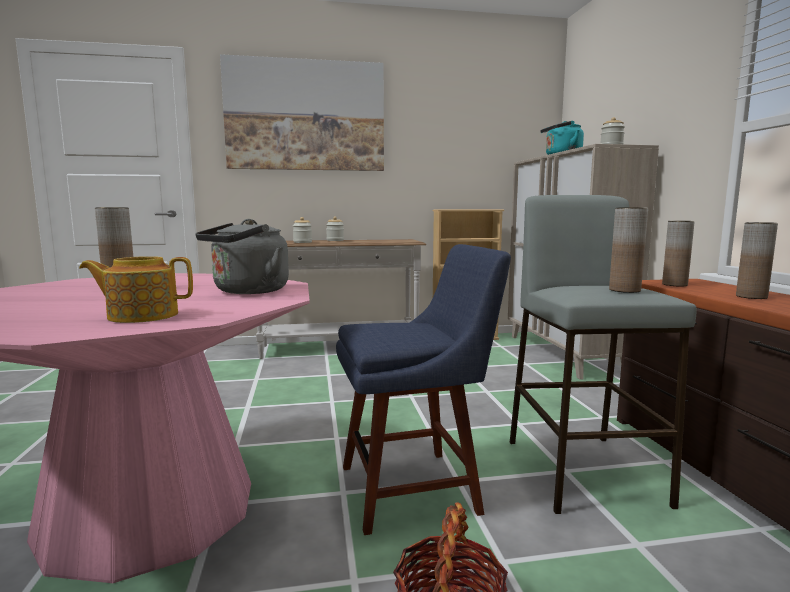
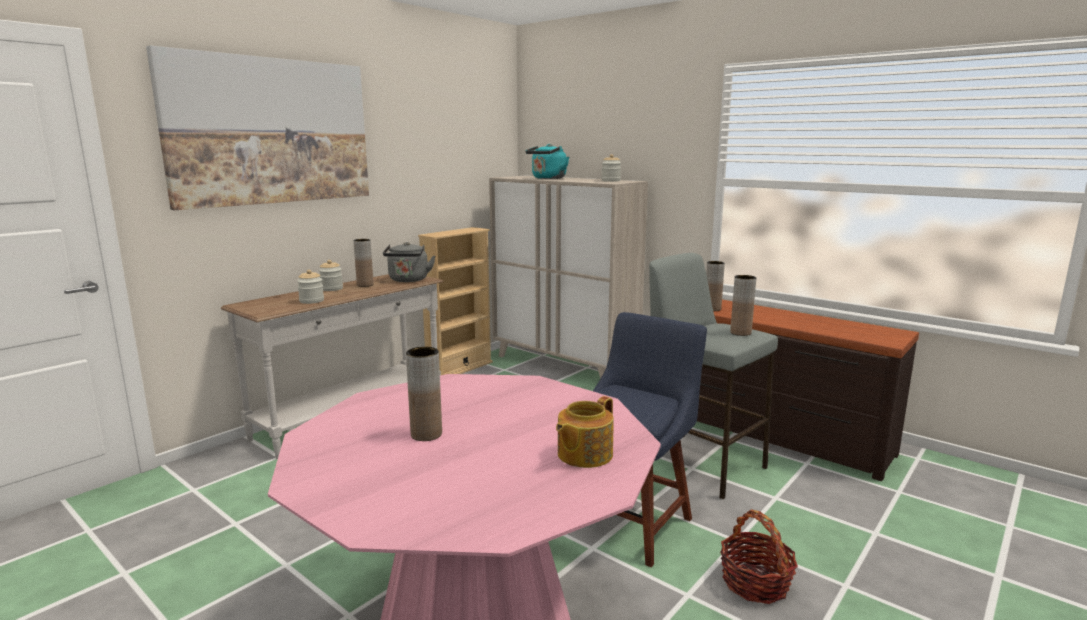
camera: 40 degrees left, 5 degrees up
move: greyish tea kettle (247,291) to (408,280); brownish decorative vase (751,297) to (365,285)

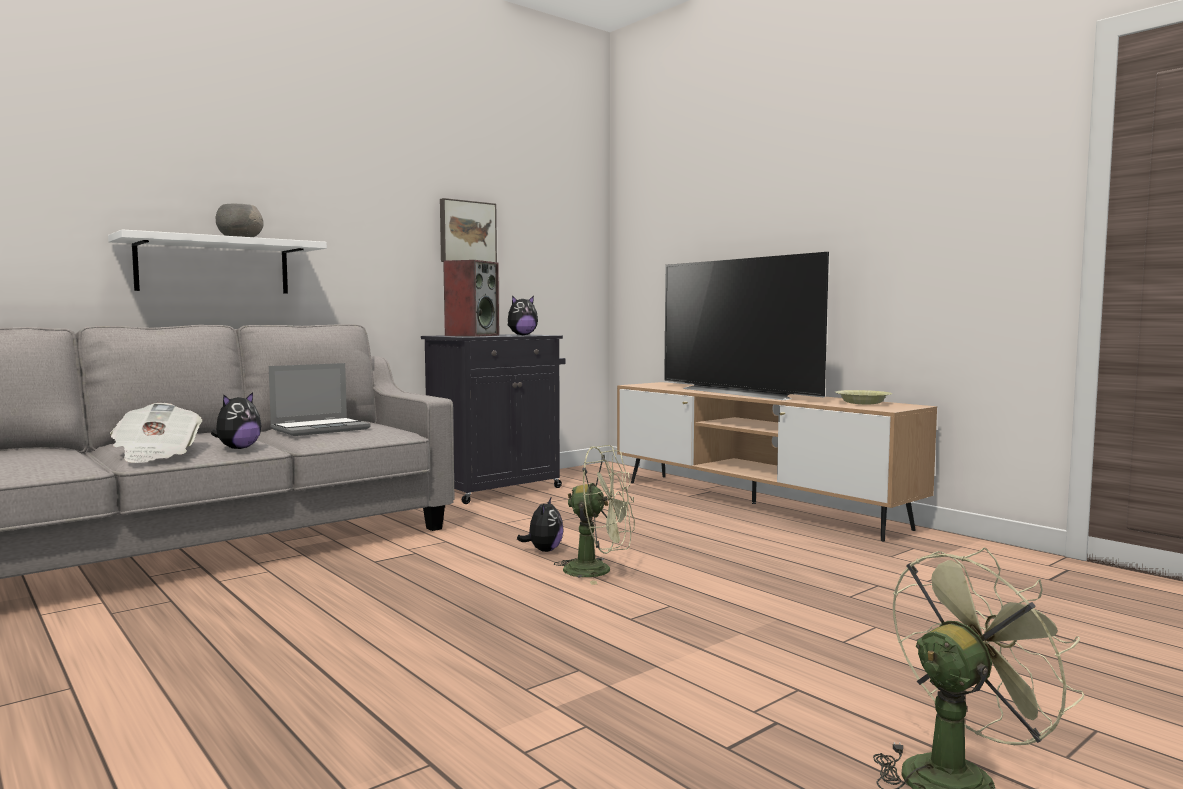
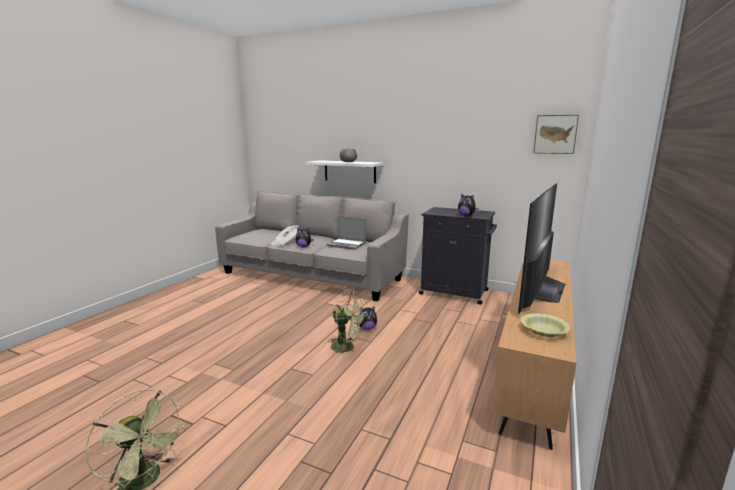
camera: 65 degrees right, 10 degrees up
delete: audio speaker (472,335)
move: picture (467,232) to (555,134)
rotate: greenish cooling fan (598,571) = (348,347) 60 degrees counterclockwise

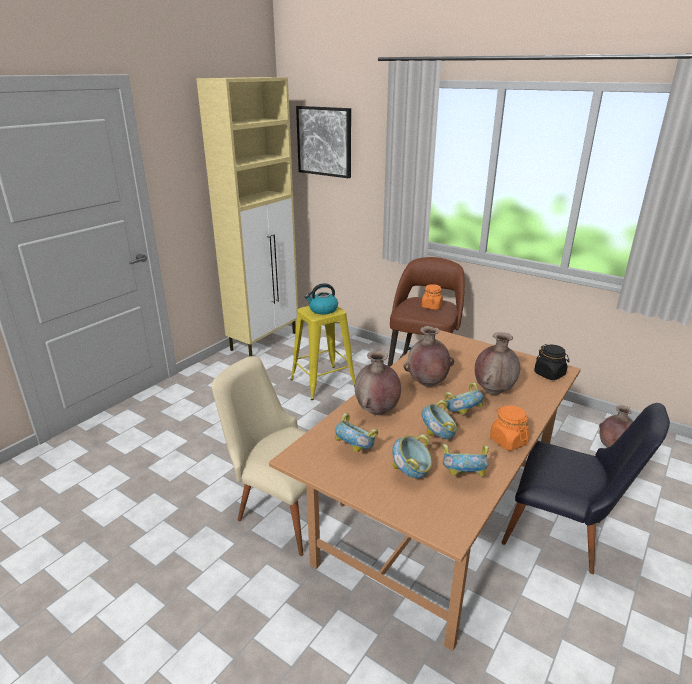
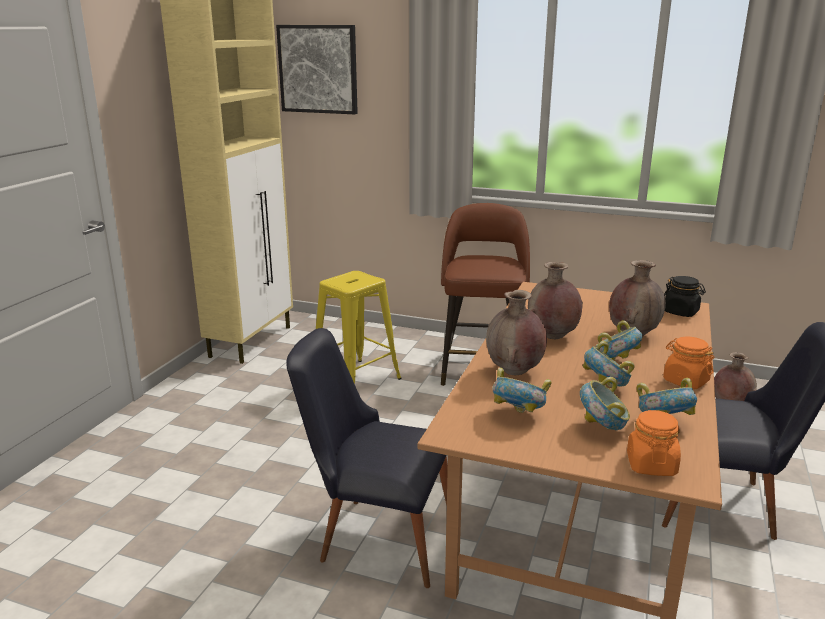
camera: 15 degrees left, 5 degrees down
delete: tea kettle (323,310)
move: orange jar (431,306) to (651,465)
recolor: beige upright chair (283,508) to blackish upright chair (375,535)

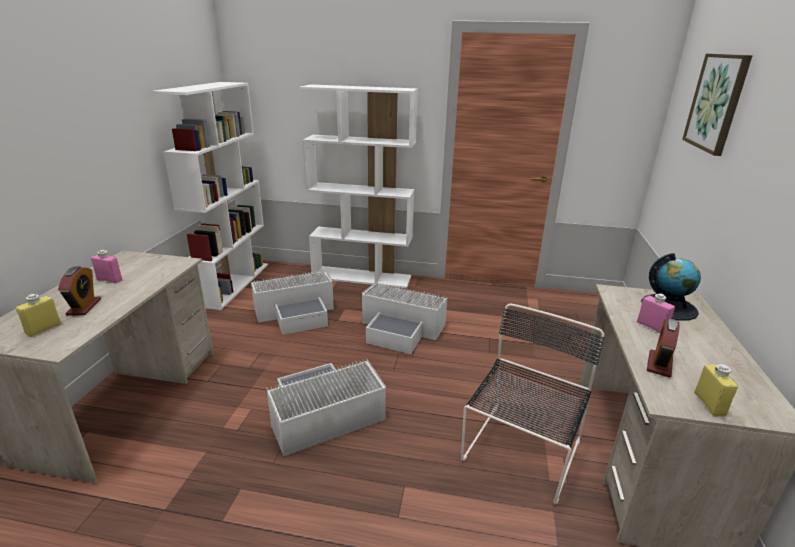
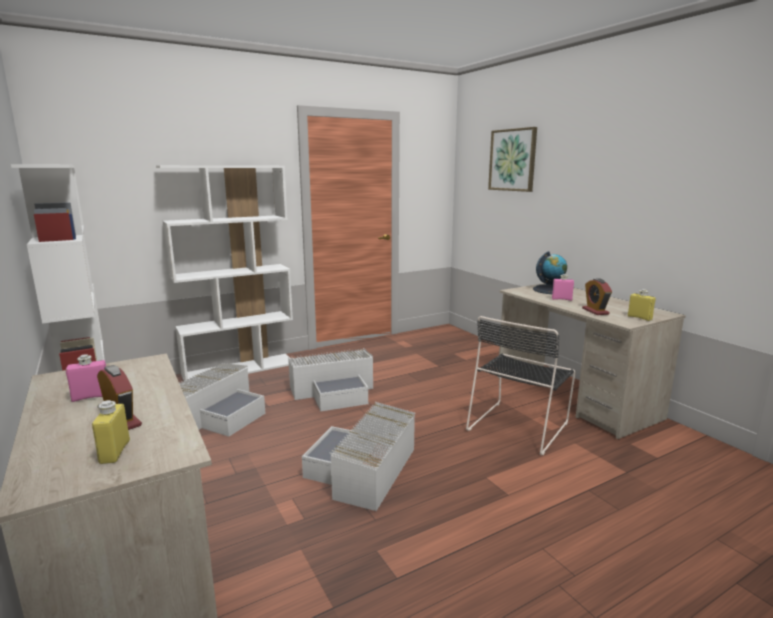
camera: 40 degrees left, 10 degrees down
rotate: blackish upright chair (520,453) = (519,425) 135 degrees counterclockwise

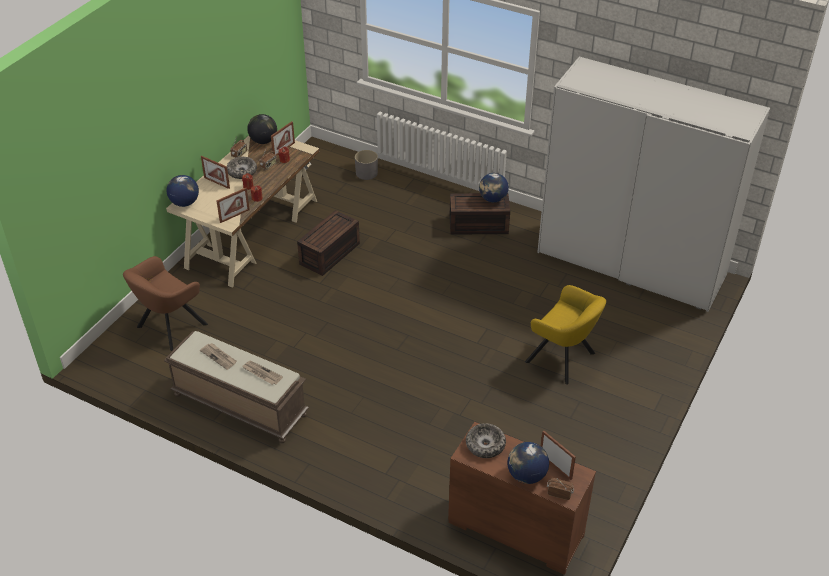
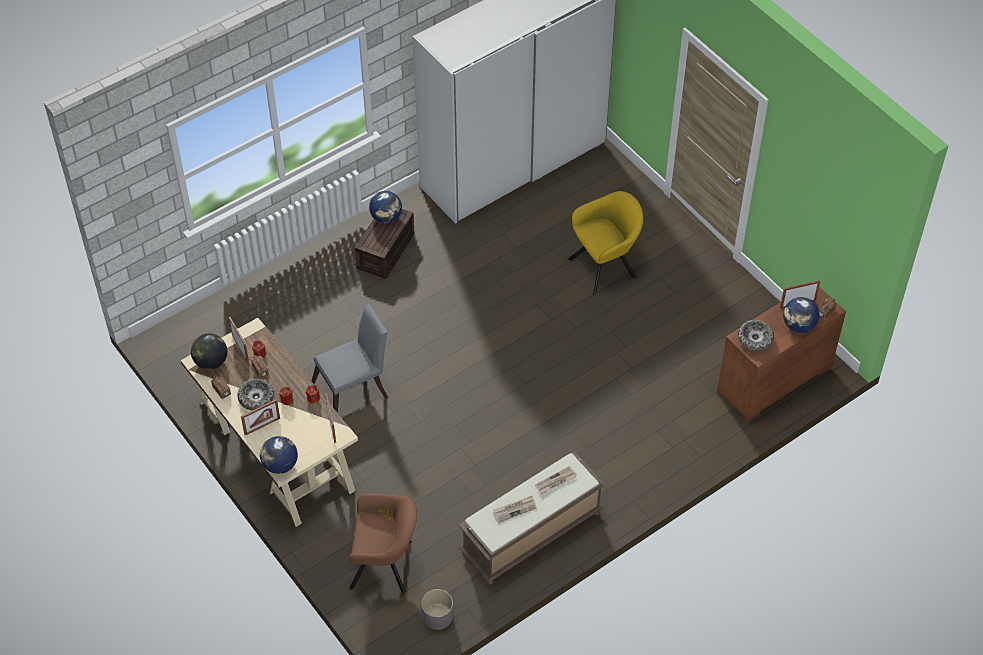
camera: 65 degrees left, 10 degrees up
move: greyish planter (366,173) to (437,617)
replace: brownish storage container (330,254) to greyish upright chair (354,389)
rotate: brownish armchair (169,327) = (385,565) 60 degrees counterclockwise

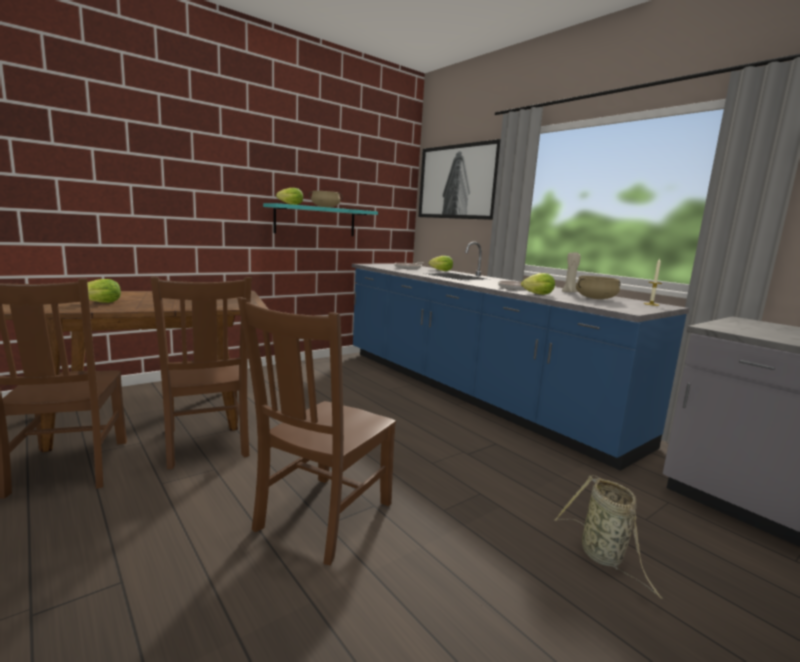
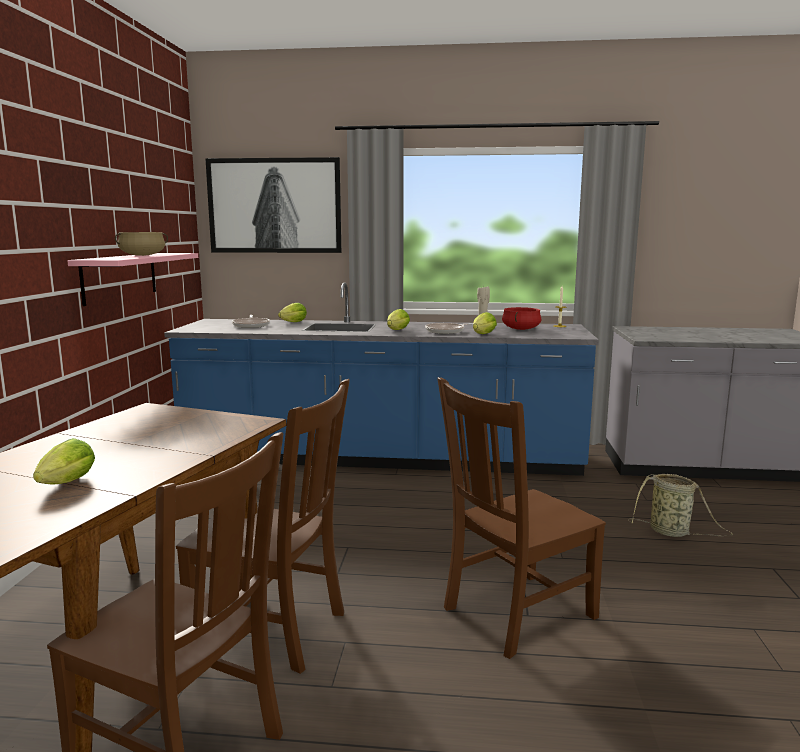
camera: 45 degrees left, 0 degrees up
move: lettuce (289,204) to (396,330)
recolor: turquoise-coloured wall shelf (315,221) to pink wall shelf (120,277); beige cooking pot (595,298) to red-coloured cooking pot (521,329)
rotate: brownish upright chair (321,518) = (515,614) 75 degrees clockwise

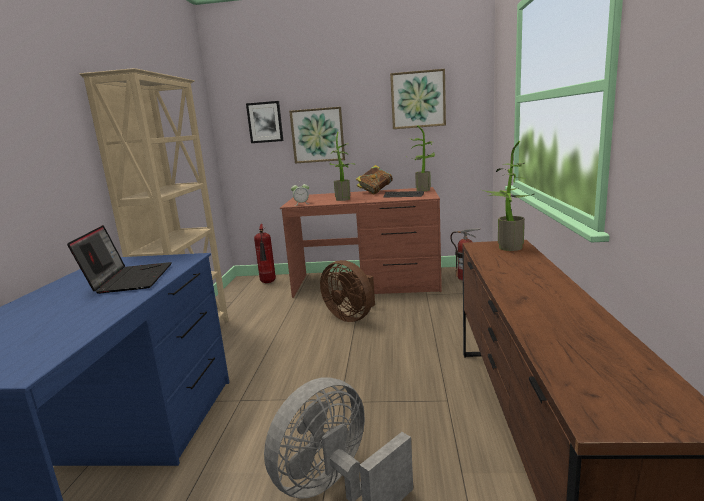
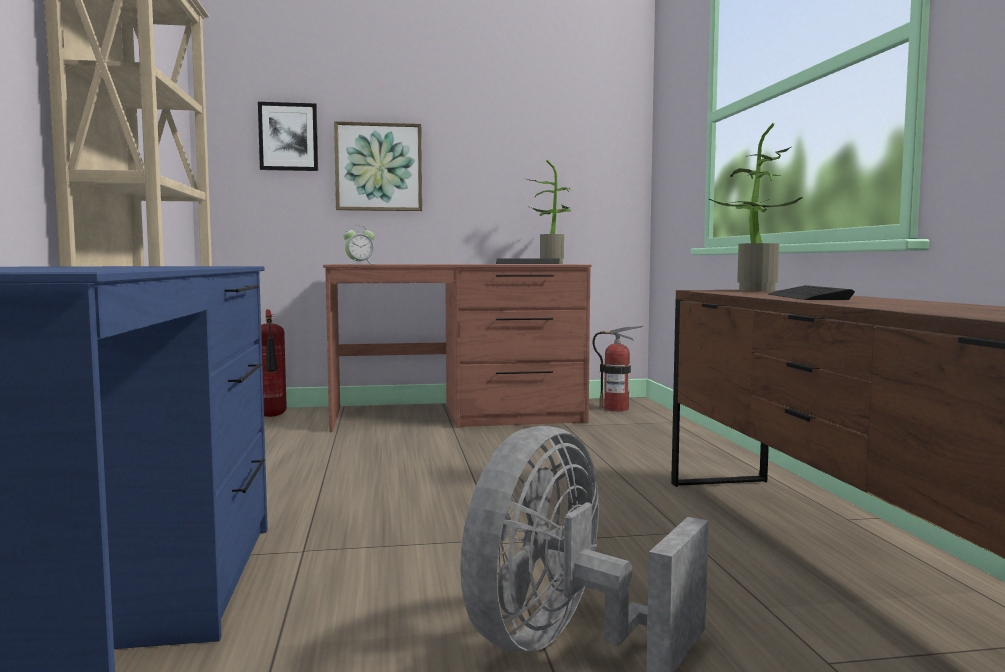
camera: 15 degrees left, 10 degrees down
delete: picture (418,99); potted plant (345,199); volume (375,192); notebook computer (129,279); brownish cooling fan (351,316)
insert: PC keyboard (807,297)

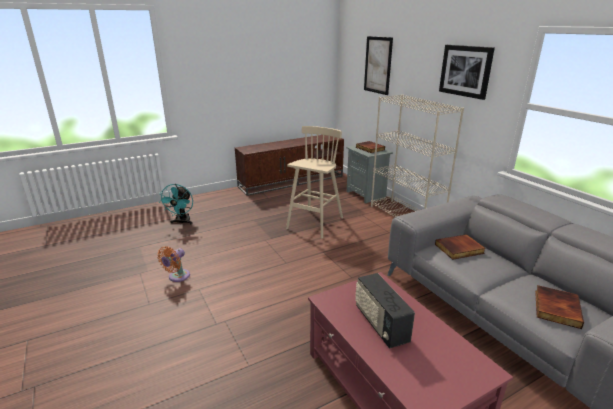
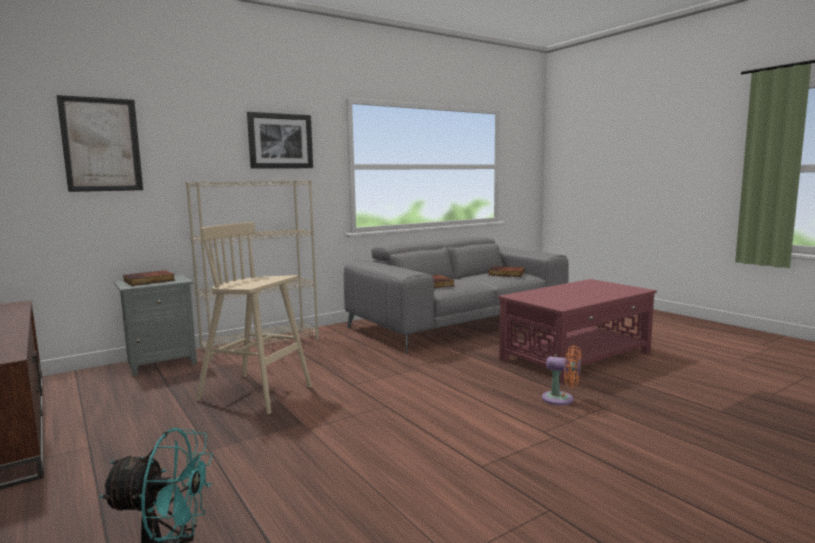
camera: 95 degrees left, 15 degrees down
delete: radio receiver (380,324)
move: orange cooling fan (177,277) to (561,399)

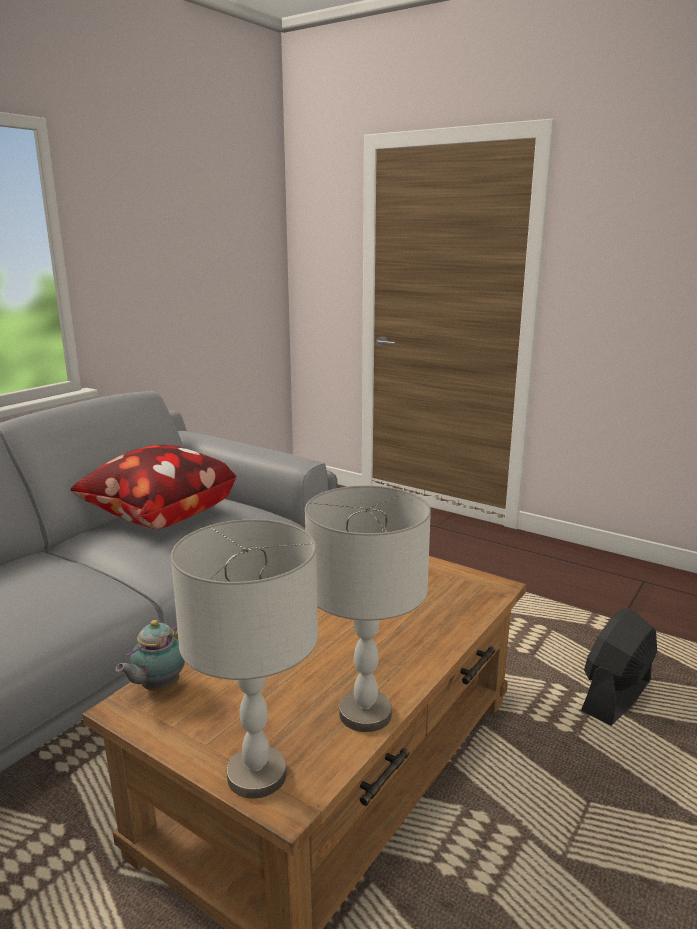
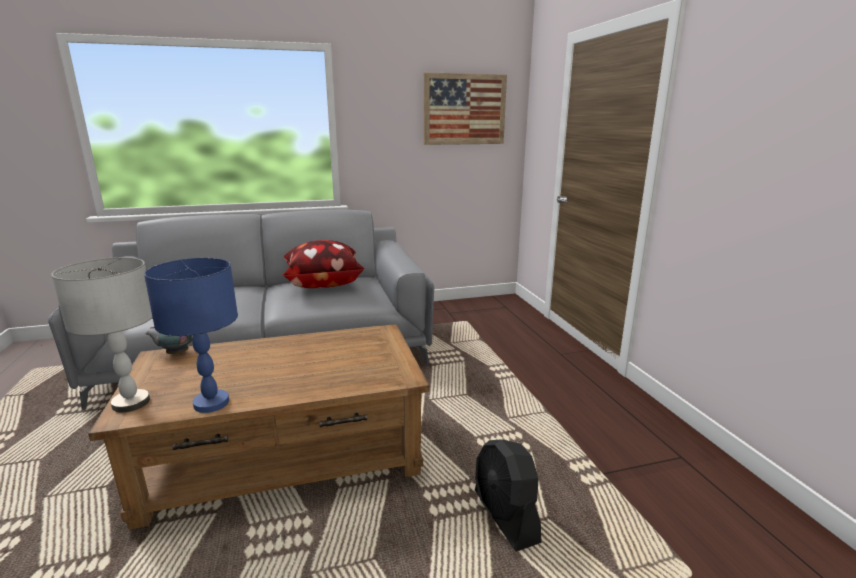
camera: 40 degrees right, 0 degrees up
insert: picture (464,109)
recolor: greyish tabletop lamp (366,713) to bluish tabletop lamp (212,403)
rotate: blackish cooling fan (616,697) = (505,516) 105 degrees counterclockwise

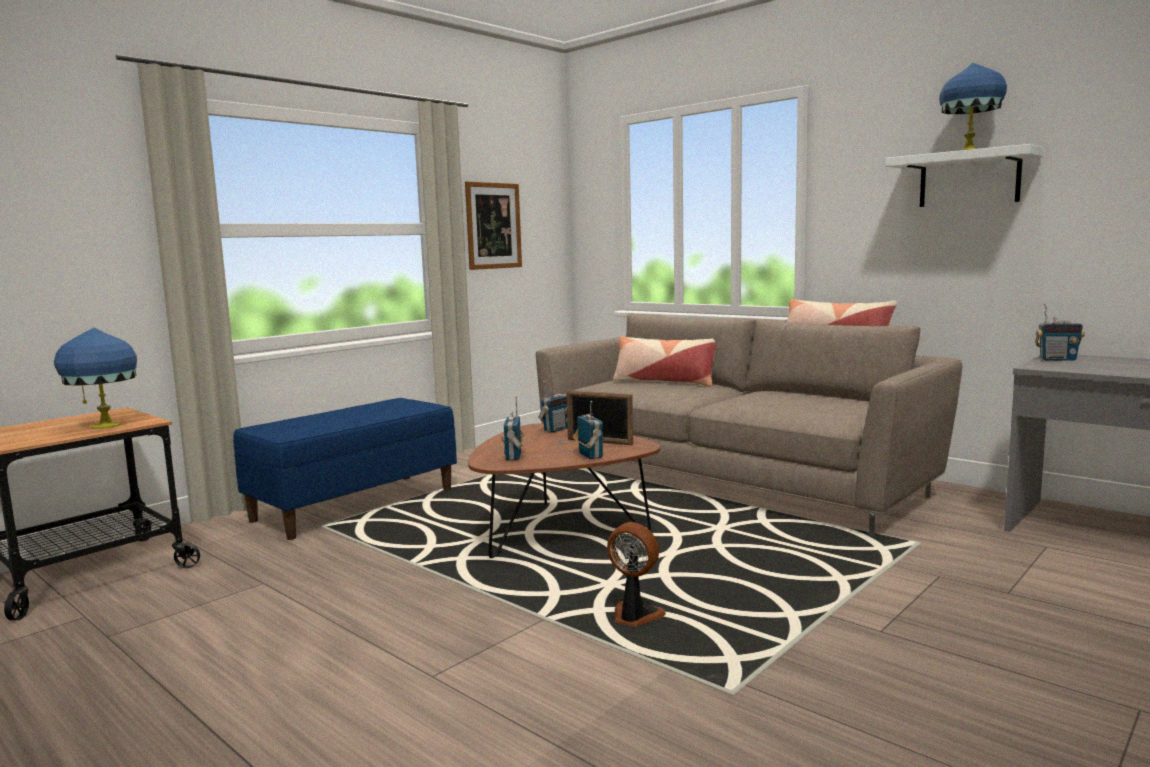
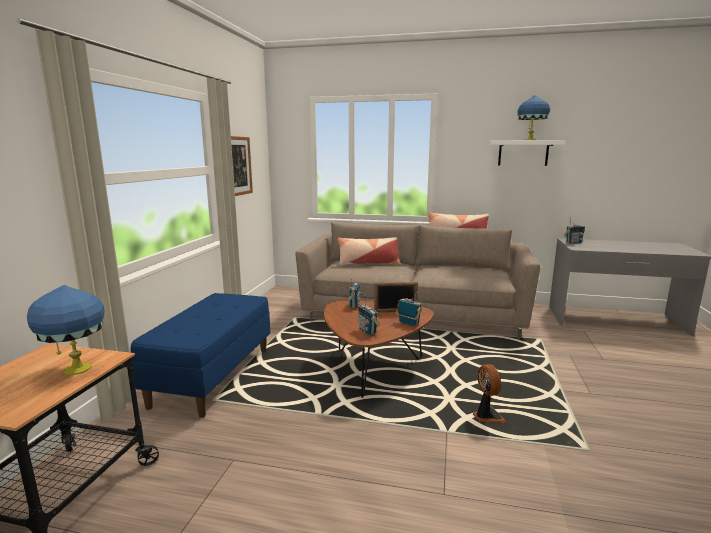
camera: 30 degrees left, 5 degrees up
rotate: cooling fan (635,617) = (487,416) 75 degrees clockwise

